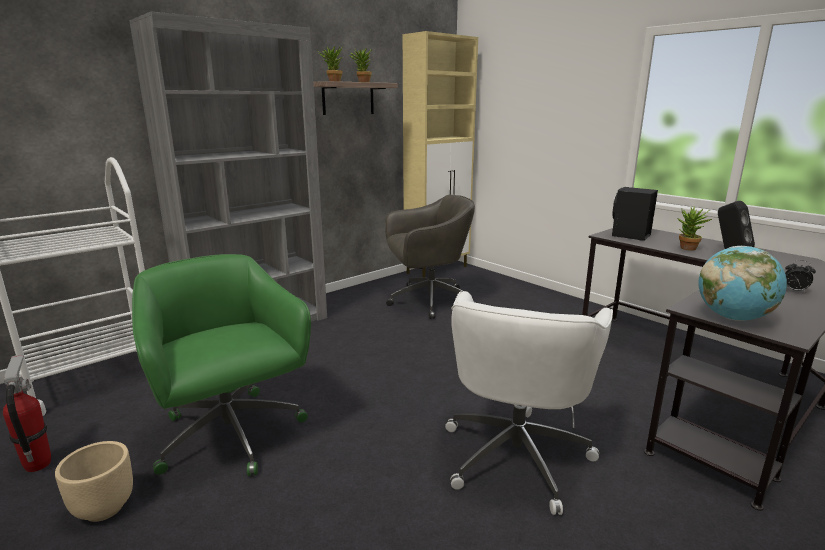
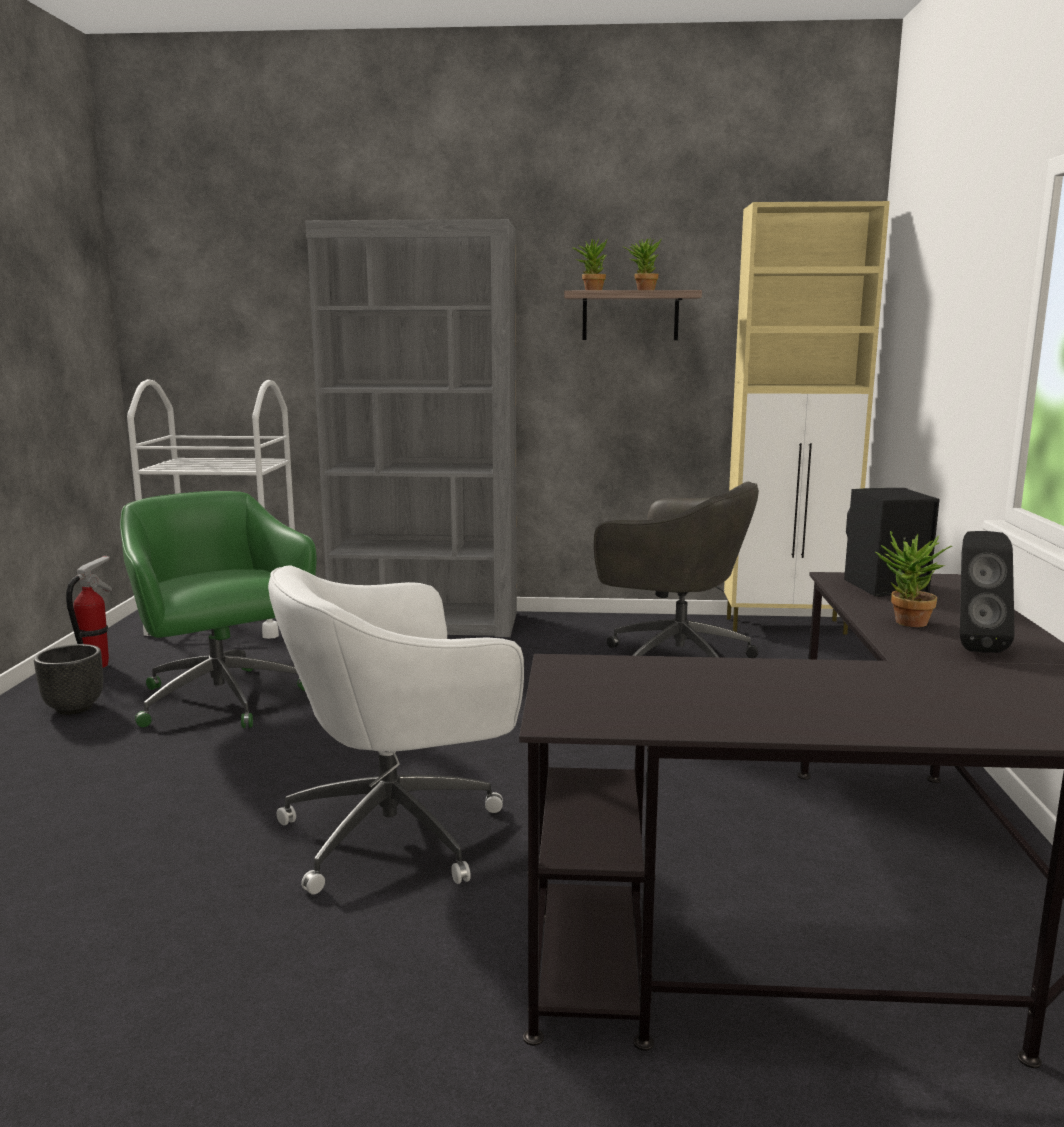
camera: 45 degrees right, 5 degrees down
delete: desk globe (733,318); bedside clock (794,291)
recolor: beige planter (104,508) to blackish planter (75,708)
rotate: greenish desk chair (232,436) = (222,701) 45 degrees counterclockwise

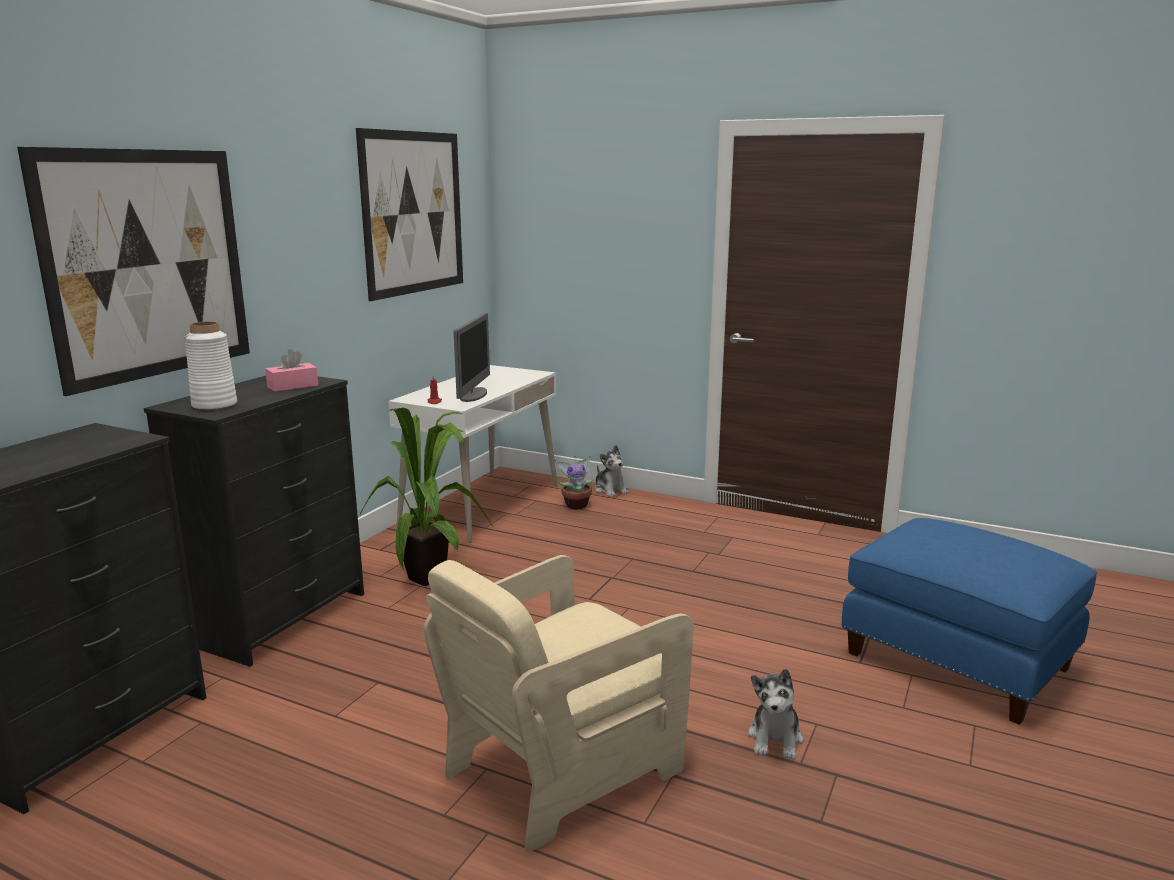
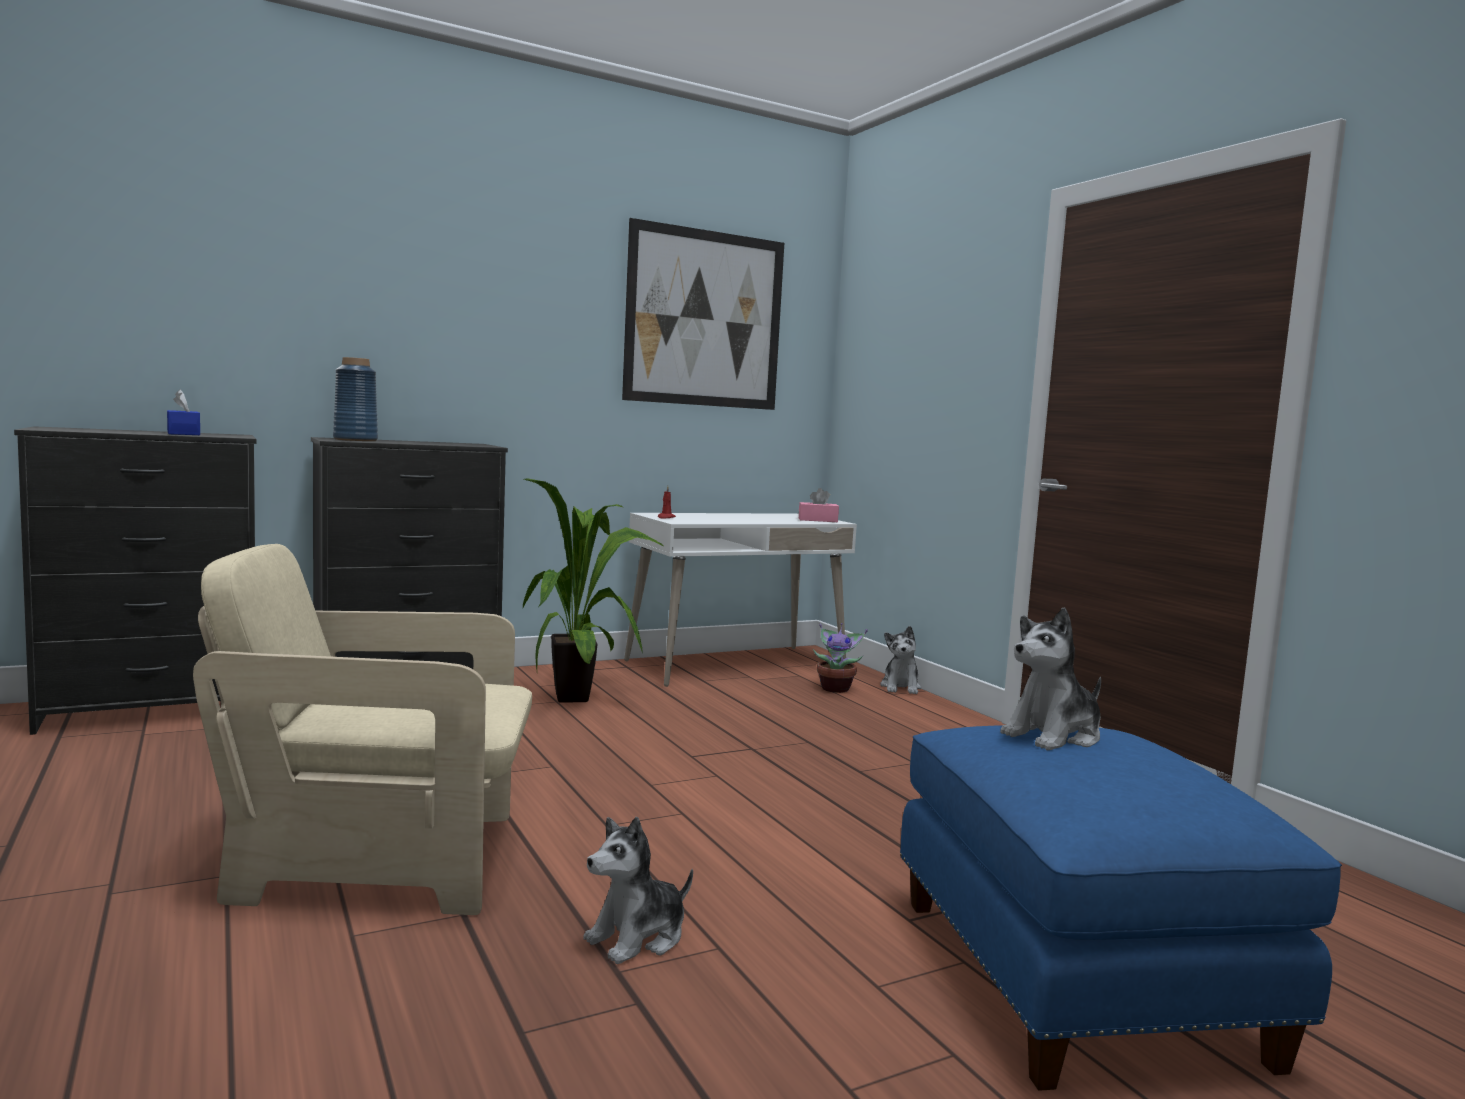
camera: 35 degrees right, 10 degrees down
delete: picture (149,264); monitor (473,395)
insert: bluish tissue holder (183,433); soft toy (1054,736)
move: pink tissue holder (293,386) to (818,520)
recolor: white decorative vase (215,405) to bluish decorative vase (355,440)

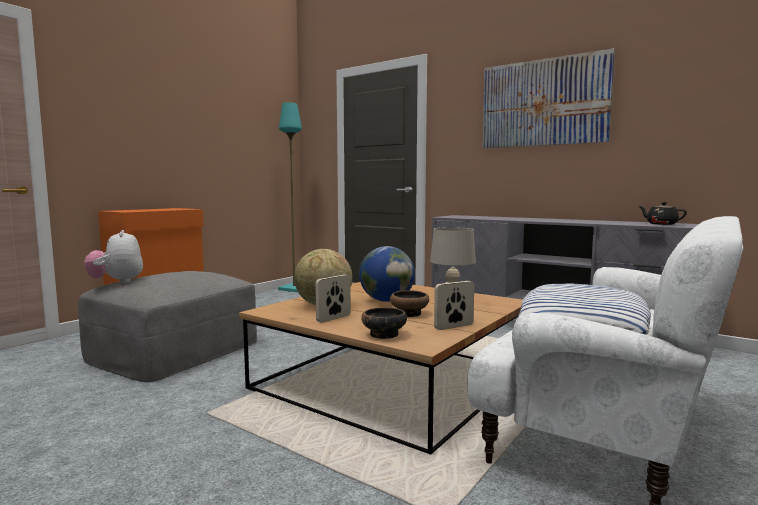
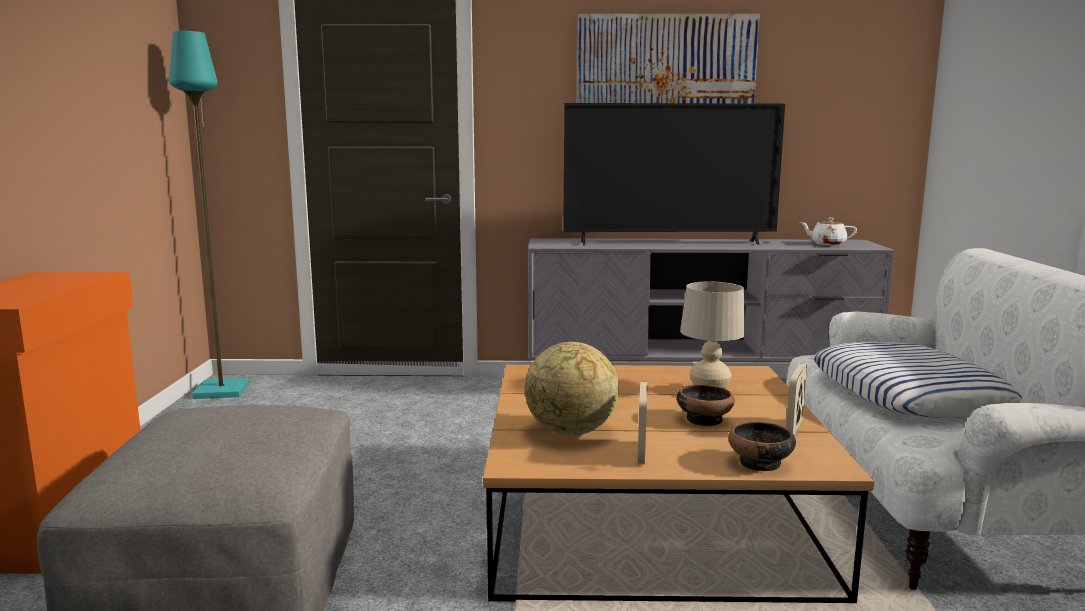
camera: 35 degrees left, 5 degrees up
delete: soft toy (117,282); desk globe (386,301)
insert: TV (669,243)
recolor: blackish pot for tea (661,224) to white pot for tea (827,244)

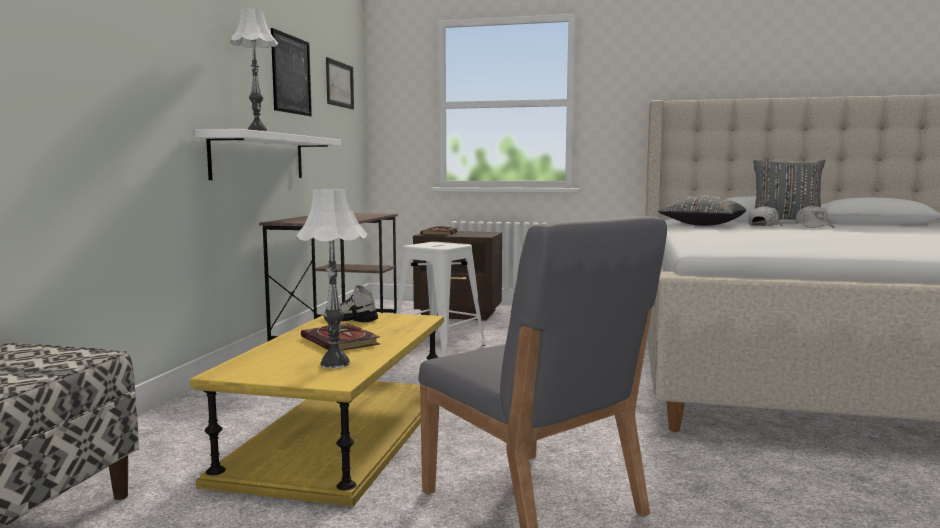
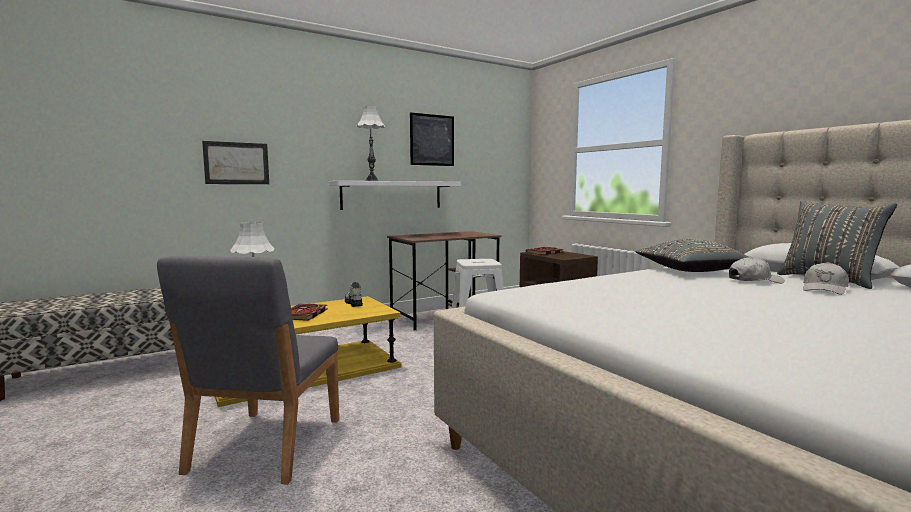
camera: 45 degrees right, 0 degrees up
move: picture (339,84) to (236,163)

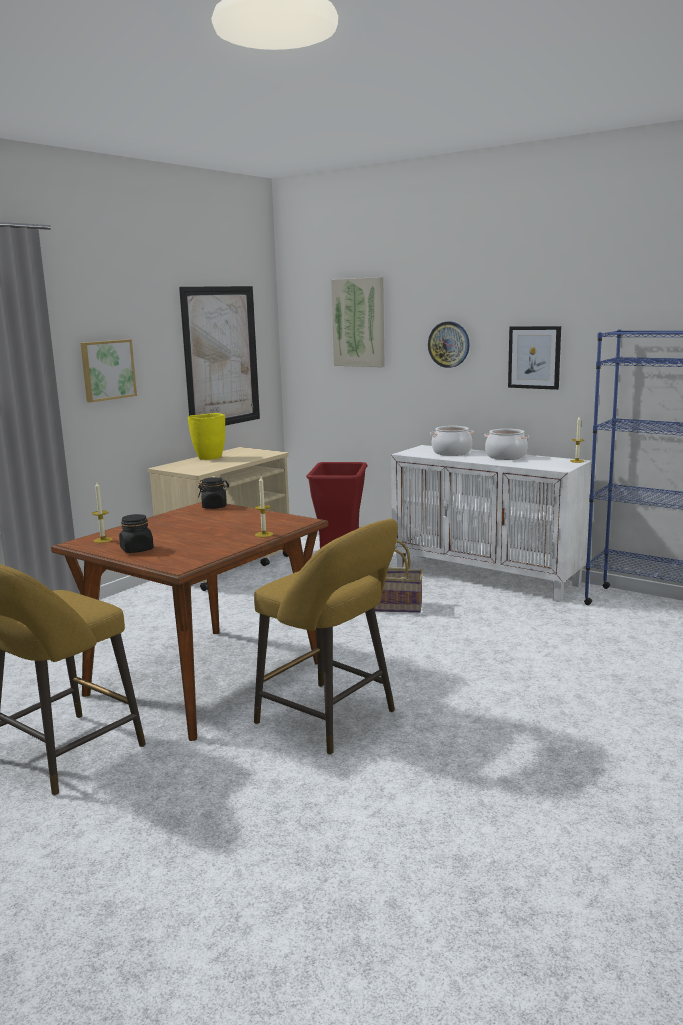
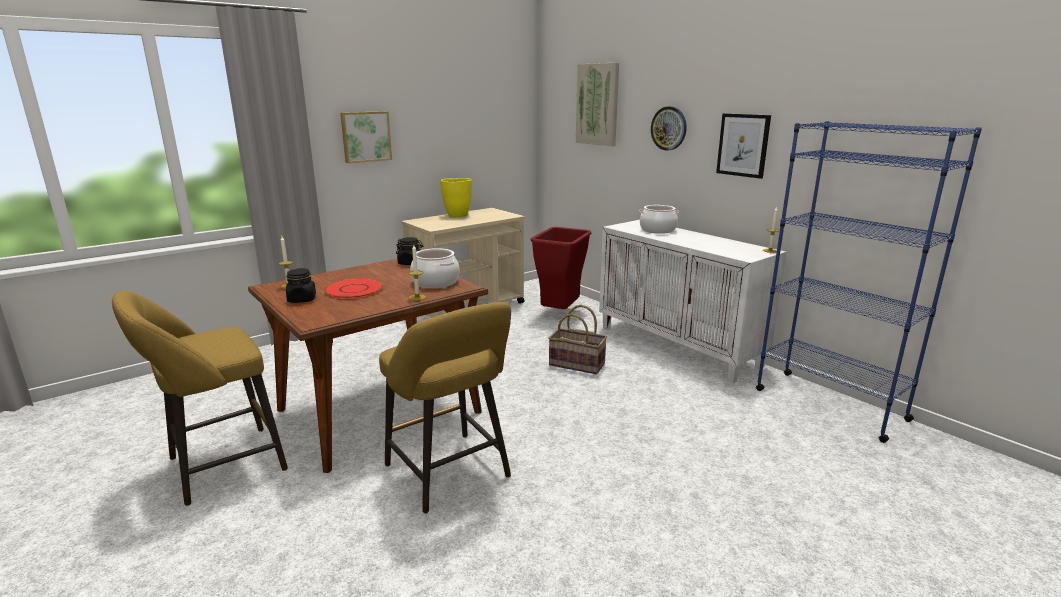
camera: 15 degrees right, 5 degrees up
delete: picture (221,357)
insert: red-coloured dinner plate (354,290)
move: cooking pot (506,456) to (436,282)

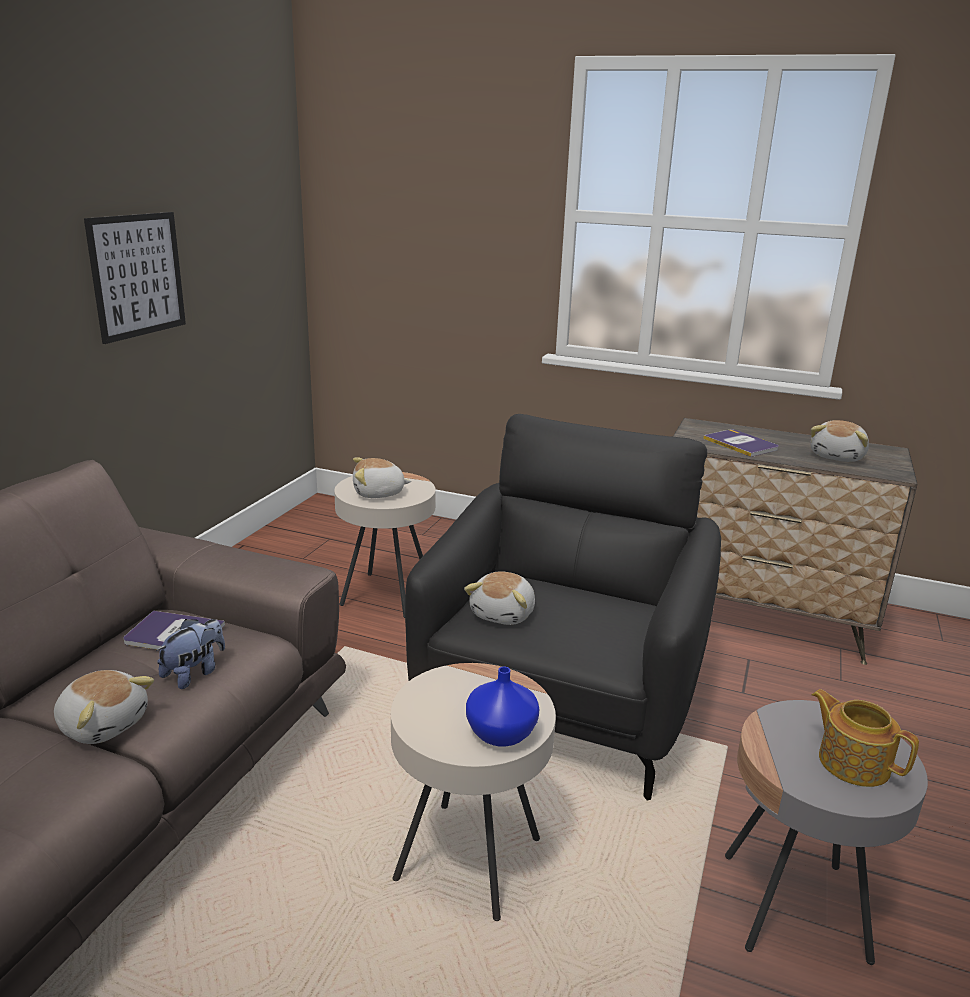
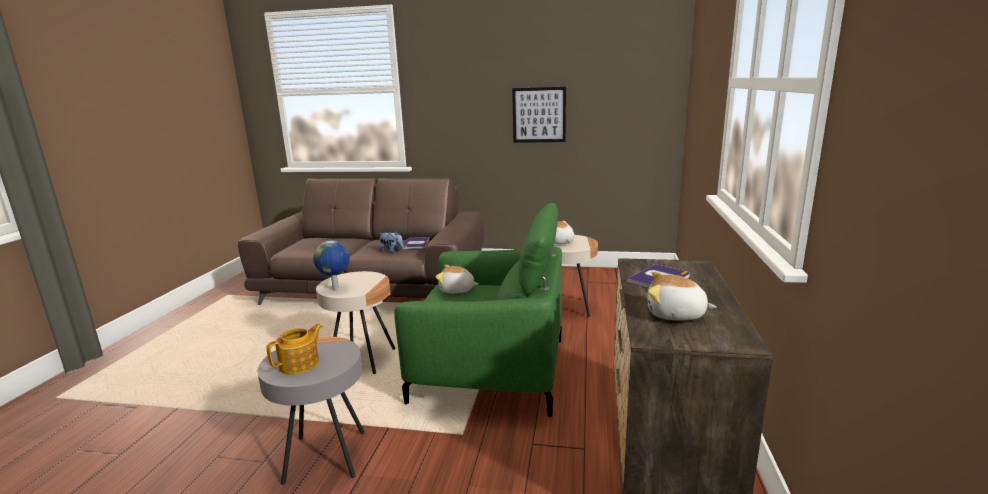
camera: 80 degrees right, 5 degrees down
delete: soft toy (104,723)
replace: bluish decorative vase (502,732) to desk globe (336,289)
recolor: blackish armchair (560,700) to greenish armchair (489,370)

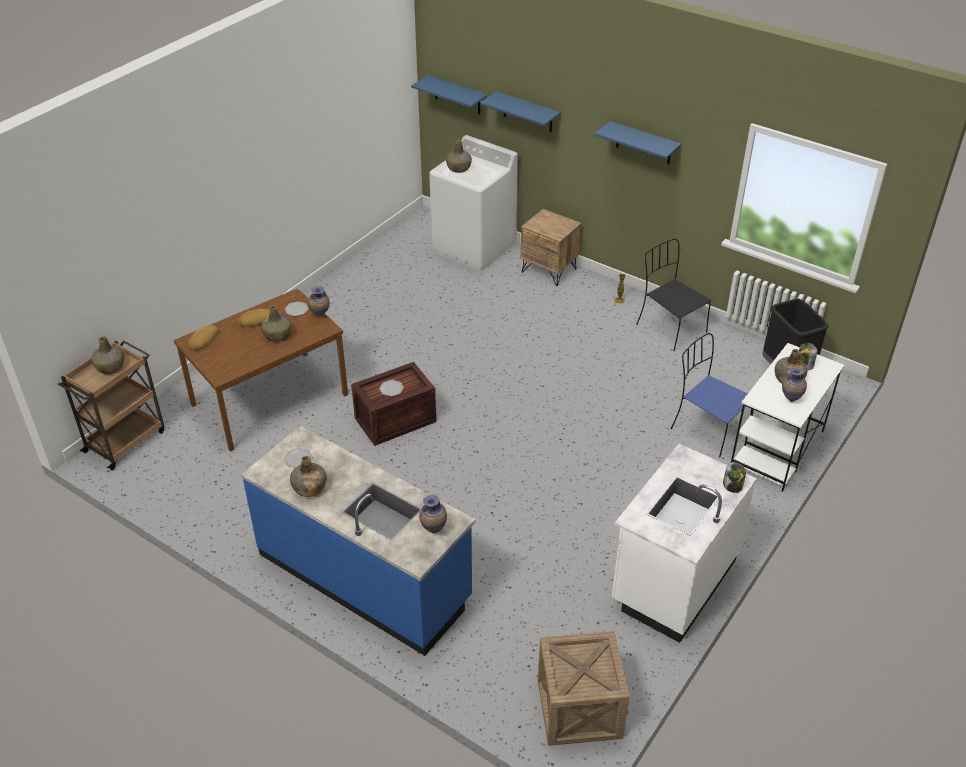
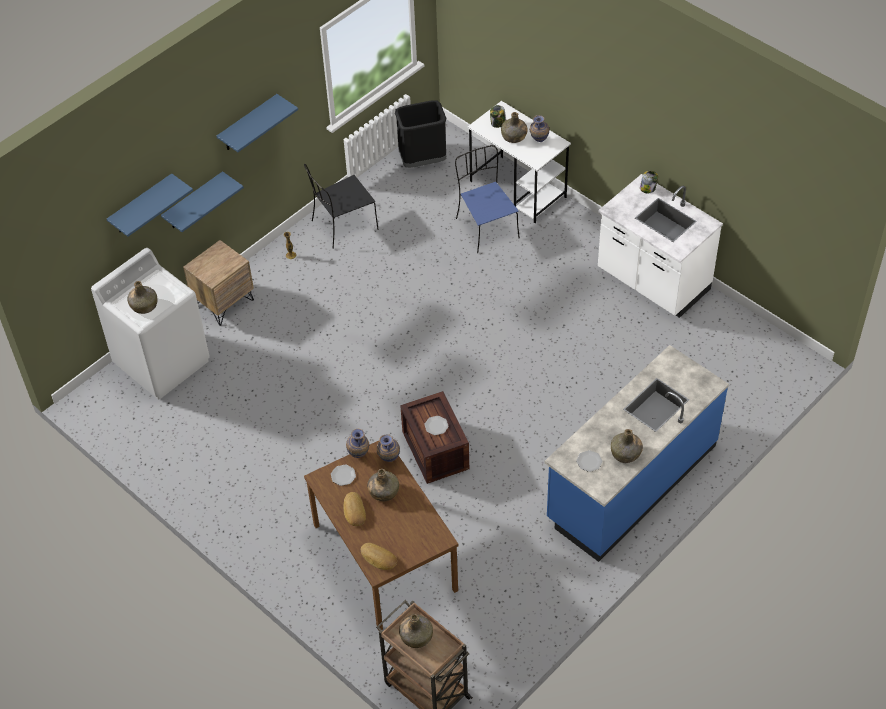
camera: 80 degrees left, 10 degrees up
delete: crate (579,709)
move: bluish wall shelf (457,95) to (193,202); decorative vase (433,530) to (388,459)
rotate: bluish upright chair (707,428) = (486,227) 105 degrees clockwise

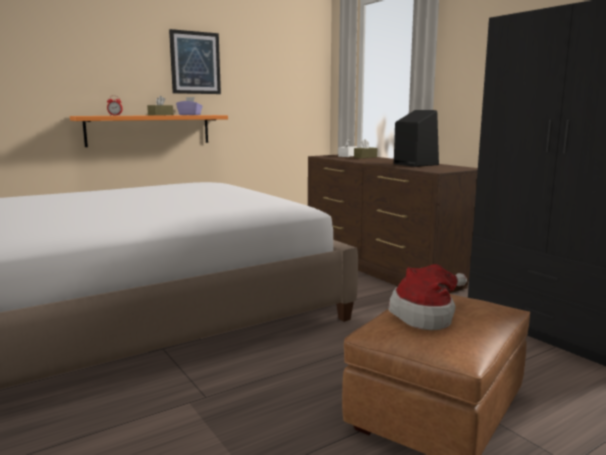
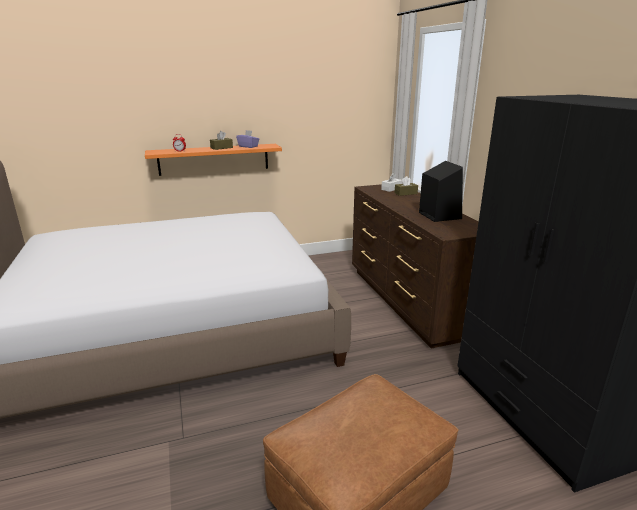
camera: 15 degrees right, 10 degrees up
delete: picture (195,63); clothing hat (426,315)

